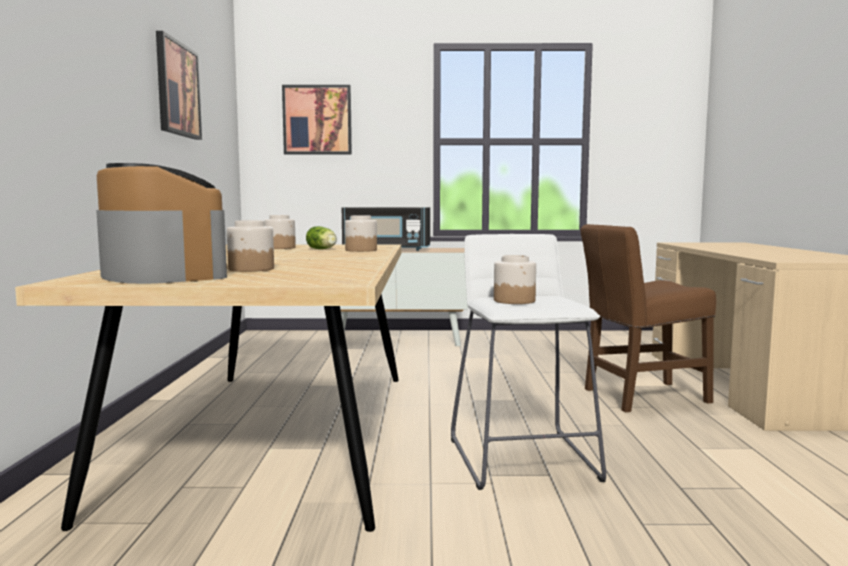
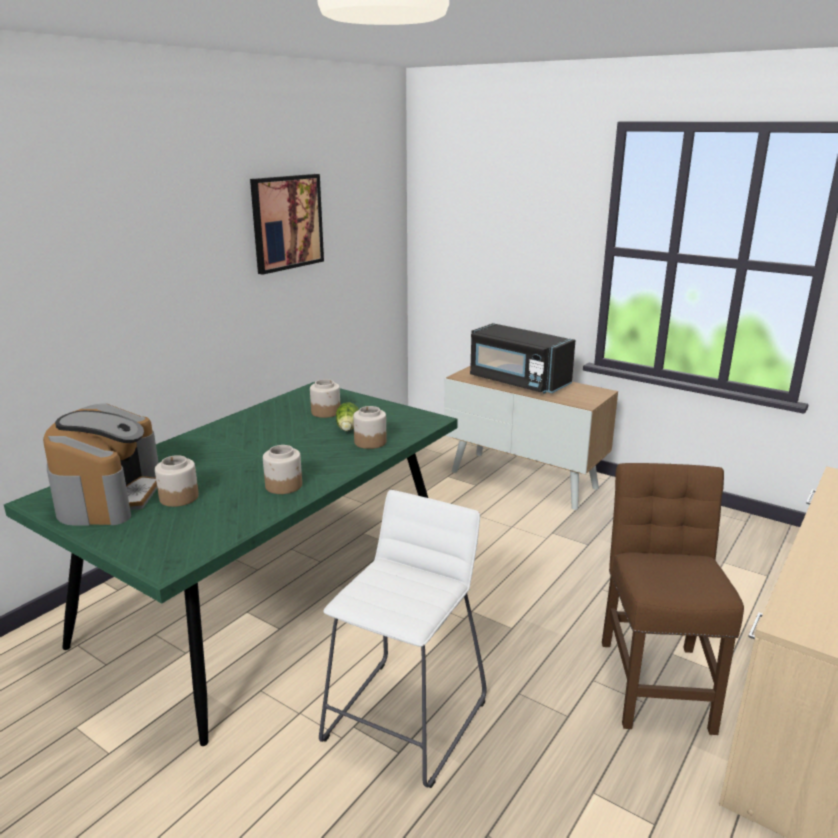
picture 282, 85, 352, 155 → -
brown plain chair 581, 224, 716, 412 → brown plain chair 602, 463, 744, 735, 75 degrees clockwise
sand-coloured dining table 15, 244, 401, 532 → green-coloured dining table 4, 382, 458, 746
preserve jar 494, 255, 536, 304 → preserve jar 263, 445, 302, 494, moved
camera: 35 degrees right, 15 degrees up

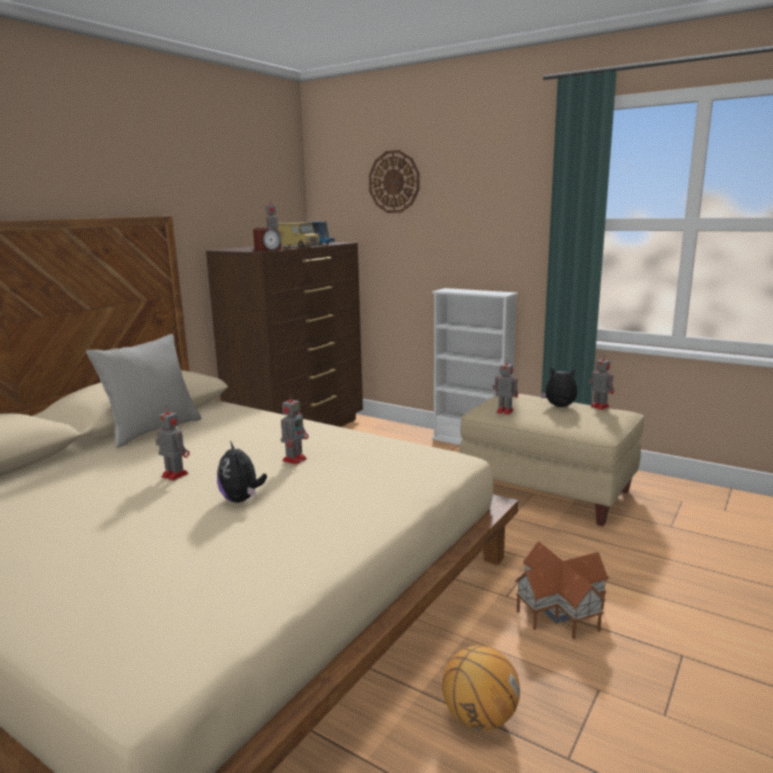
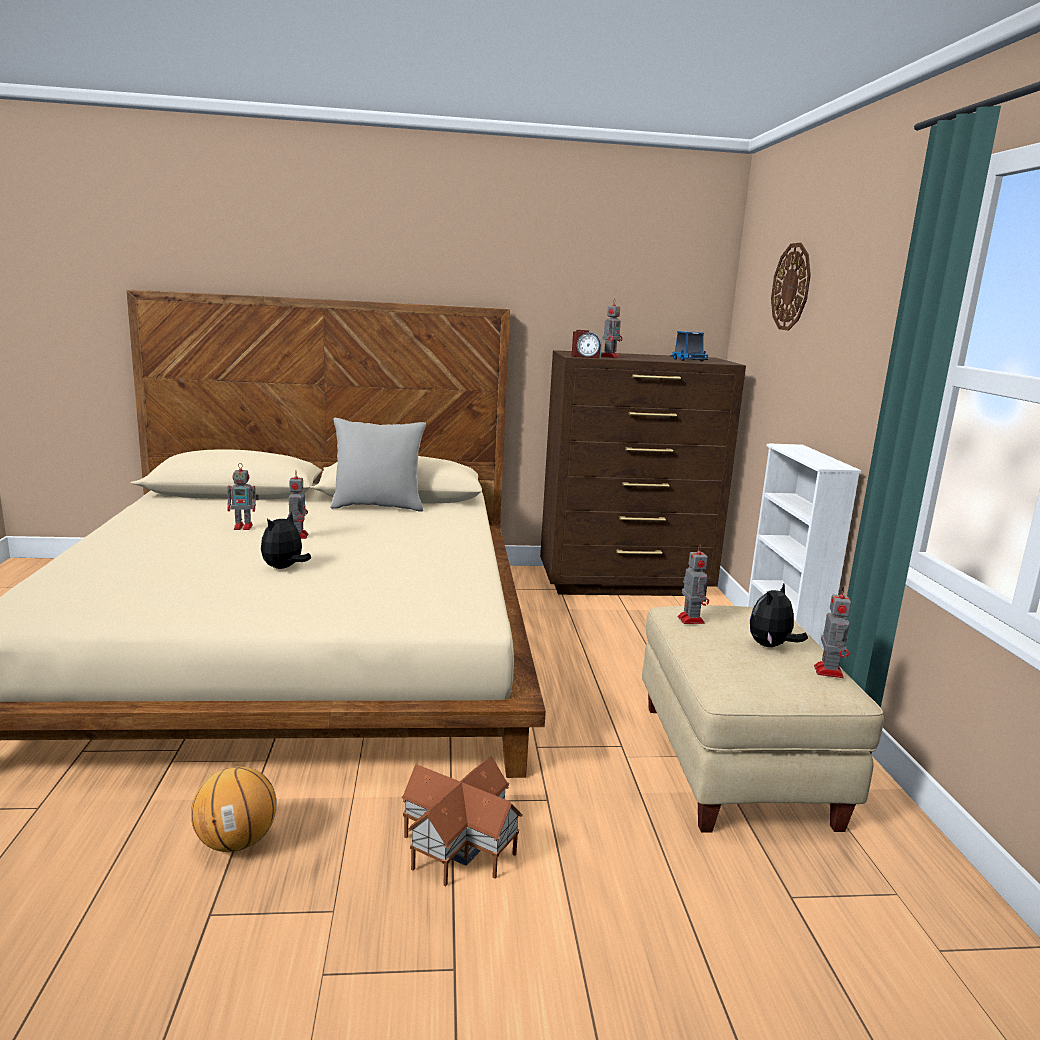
toy lorry 278, 223, 321, 247 → -
soft toy 541, 367, 577, 407 → soft toy 750, 583, 808, 647, 120 degrees counterclockwise
model robot 281, 393, 309, 465 → model robot 227, 463, 259, 530, moved
camera: 50 degrees right, 0 degrees up

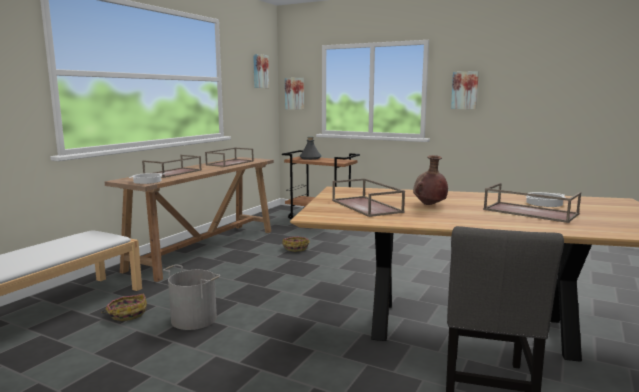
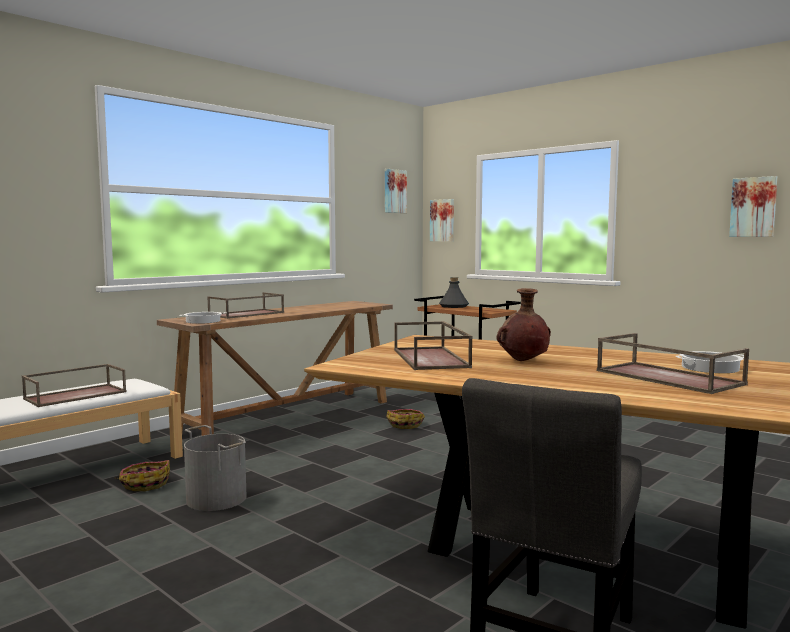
picture 451, 71, 479, 109 → picture 729, 176, 778, 237, moved
brown tray 205, 148, 254, 167 → brown tray 22, 364, 127, 407, moved
camera: 15 degrees right, 5 degrees down

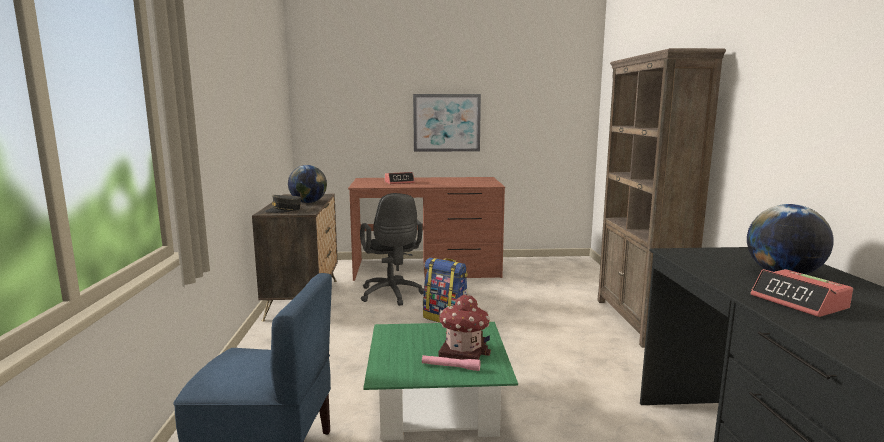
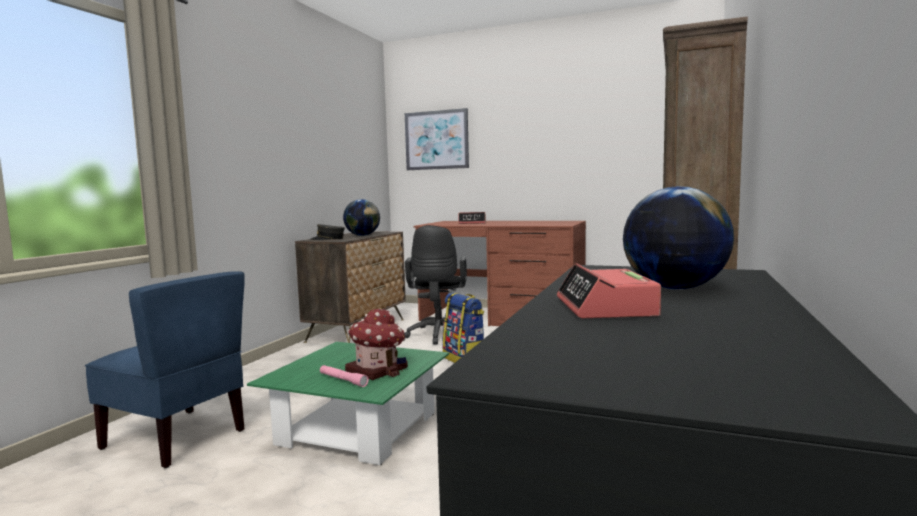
picture 413, 94, 481, 152 → picture 405, 108, 469, 170, moved
camera: 25 degrees right, 5 degrees down

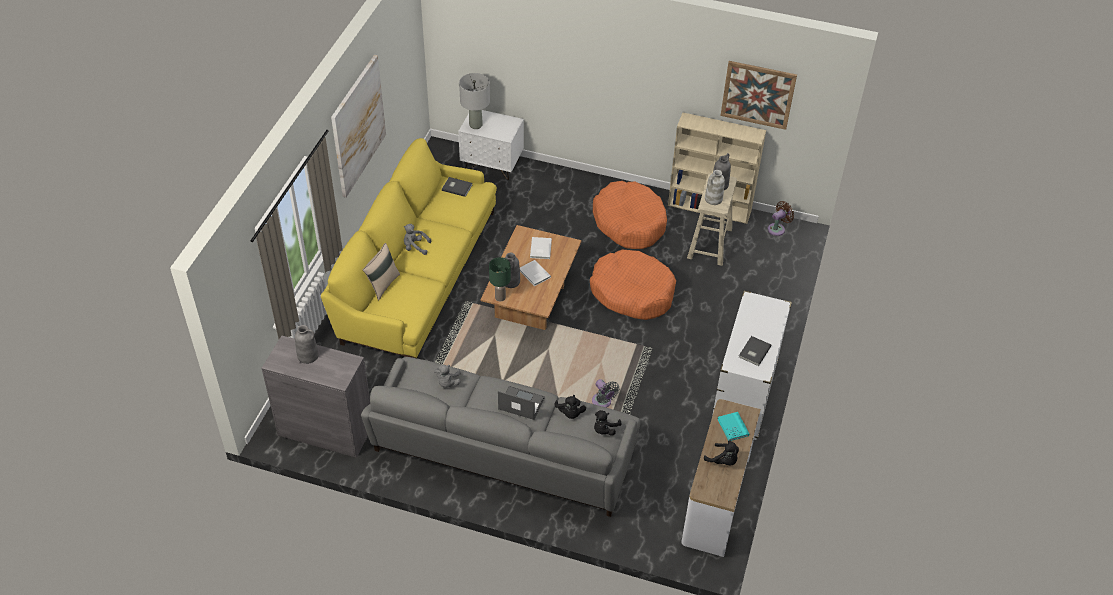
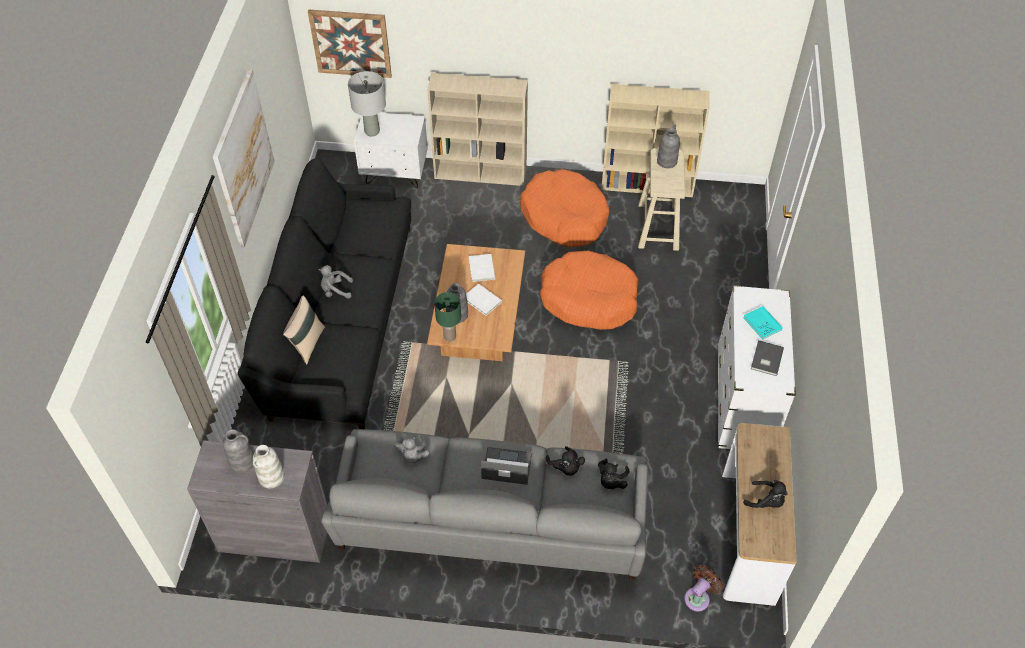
picture 720, 61, 797, 130 → picture 308, 9, 392, 78, moved
yellow-coloured settee 321, 138, 497, 359 → black-coloured settee 238, 158, 411, 429
white decorative vase 705, 170, 725, 205 → white decorative vase 253, 445, 285, 488, moved
greyish volume 442, 177, 472, 197 → -
brown cooling fan 768, 201, 794, 236 → brown cooling fan 684, 565, 723, 612, moved
greyish cooling fan 592, 379, 619, 408 → -
blue-green volume 717, 412, 749, 441 → blue-green volume 743, 306, 783, 340, moved
- → sand-coloured shelving unit 427, 73, 528, 186
camera: 10 degrees left, 5 degrees up

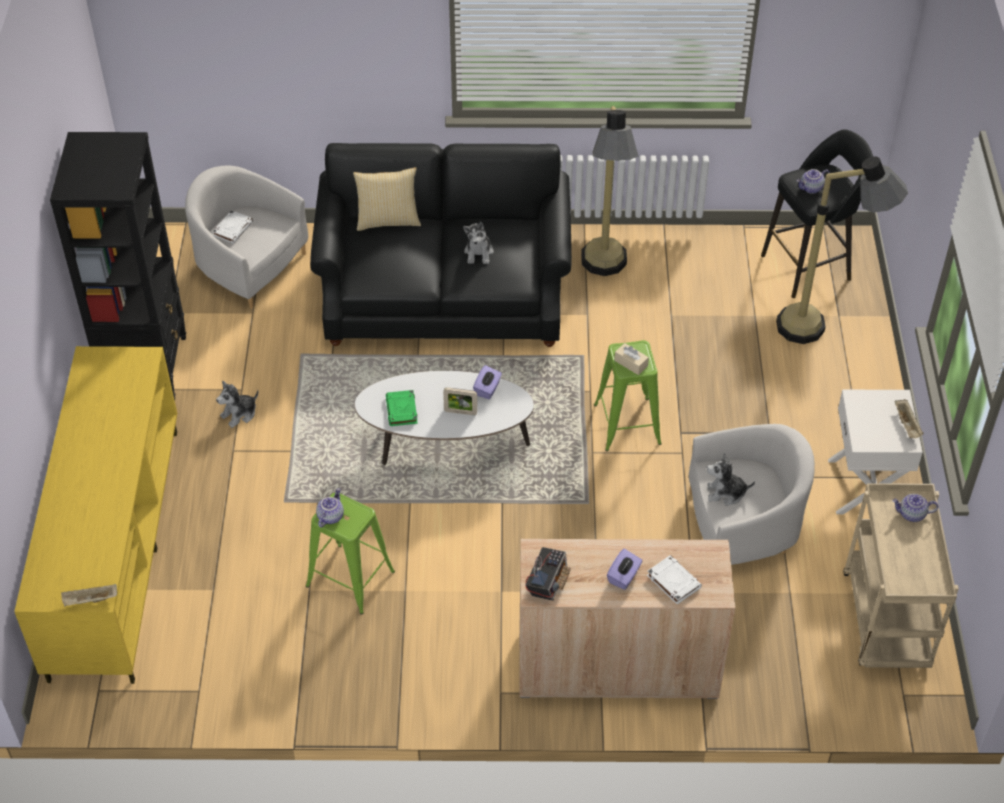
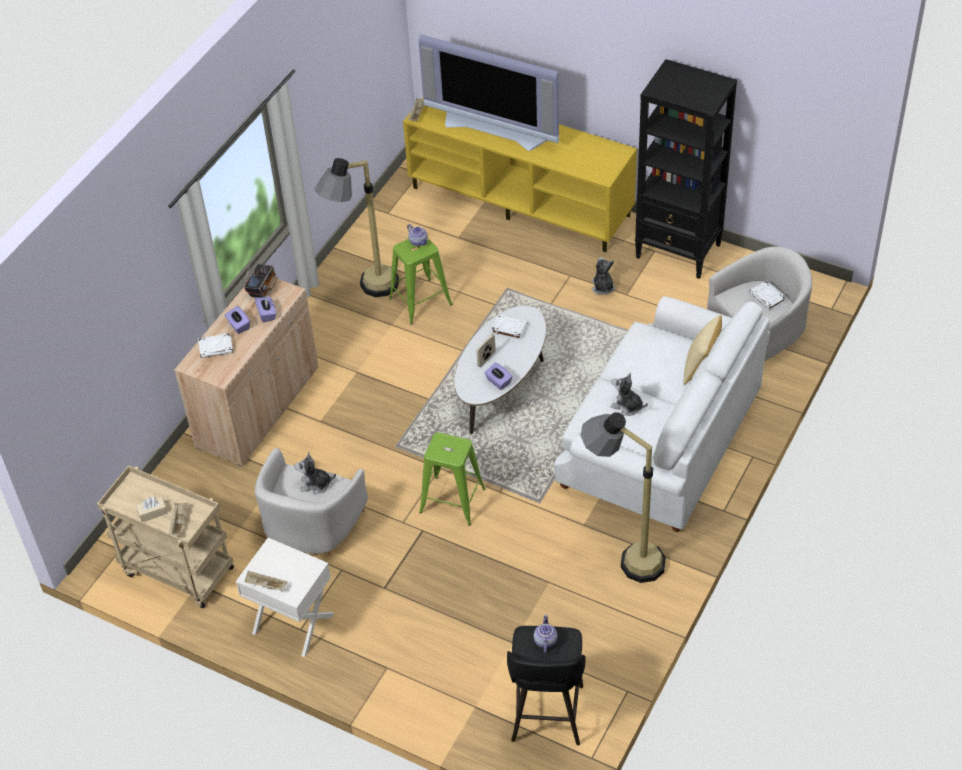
black-coloured settee 310, 143, 572, 347 → white settee 555, 296, 770, 532
floor lamp 776, 156, 908, 344 → floor lamp 314, 158, 399, 297, moved
sand-coloured tissue box 614, 343, 649, 375 → sand-coloured tissue box 136, 497, 168, 522, moved
green-coloured volume 386, 390, 418, 426 → white volume 491, 315, 527, 340
soft toy 707, 452, 755, 506 → soft toy 294, 452, 336, 495, 120 degrees counterclockwise
teapot 892, 494, 938, 522 → sand-coloured tray 169, 503, 188, 537
radio receiver 525, 547, 571, 601 → radio receiver 244, 264, 278, 298, 120 degrees counterclockwise
- → television 419, 34, 559, 151
- → purplish tissue box 255, 297, 276, 323
camera: 120 degrees right, 0 degrees up

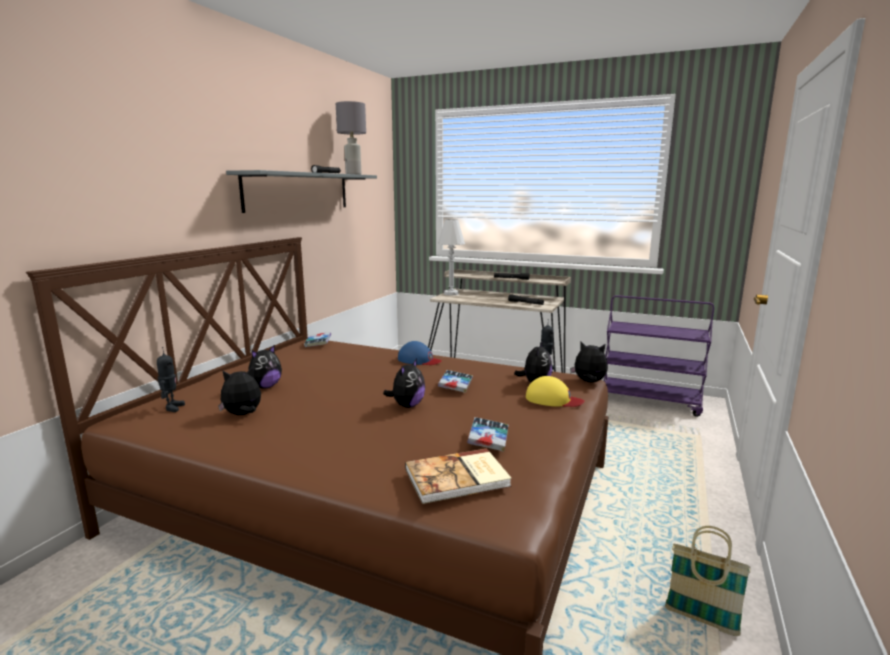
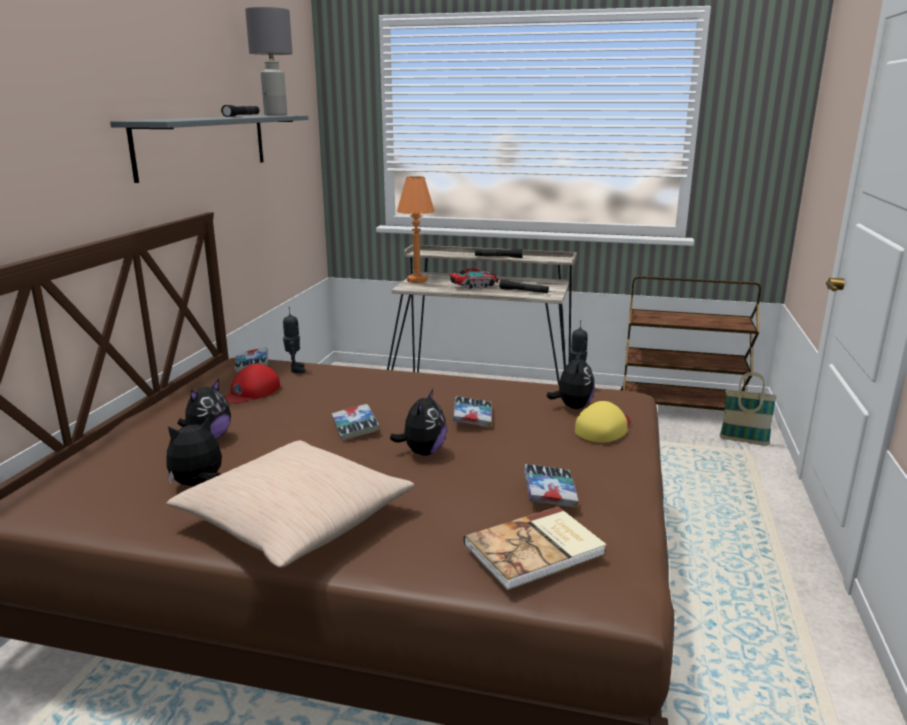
white table lamp 438, 219, 465, 296 → orangey table lamp 397, 176, 435, 283
purplish trolley 604, 295, 714, 417 → brown trolley 620, 276, 761, 411
blue baseball cap 398, 341, 442, 365 → -
soft toy 570, 342, 608, 383 → -
model robot 157, 347, 185, 412 → model robot 283, 307, 305, 373, moved
yellow-coloured baseball cap 526, 376, 584, 407 → yellow-coloured baseball cap 575, 401, 631, 443, 60 degrees counterclockwise
household basket 665, 526, 750, 636 → household basket 720, 372, 777, 446, moved
- → toy lorry 450, 267, 499, 290
- → red-coloured baseball cap 225, 364, 280, 403
- → volume 332, 404, 380, 441
- → sand-coloured pillow 167, 440, 415, 568
camera: 10 degrees left, 5 degrees up

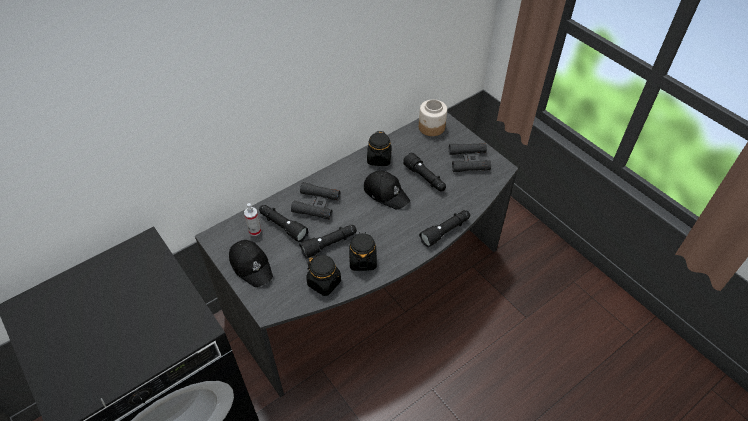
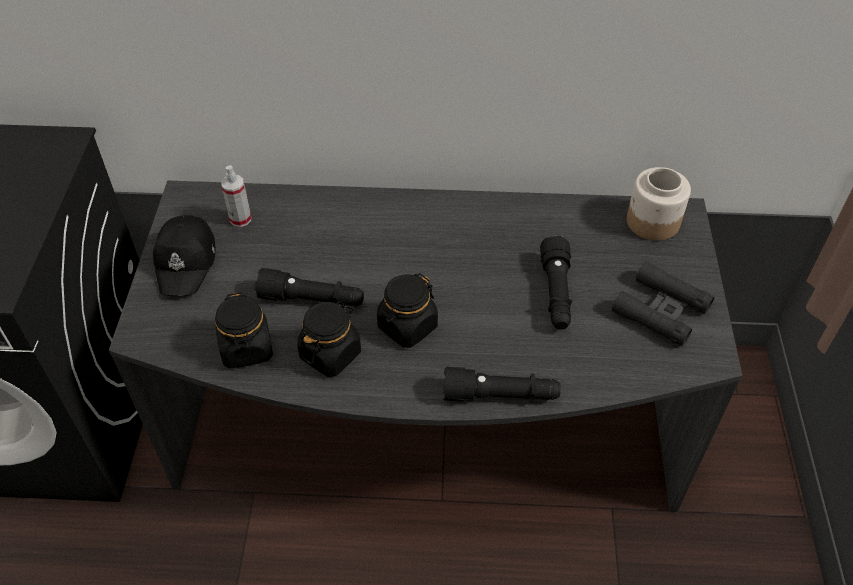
black-coloured preserve jar 367, 131, 392, 166 → black-coloured preserve jar 377, 273, 438, 348, moved
black-coloured baseball cap 364, 171, 410, 210 → -
black-coloured pair of binoculars 291, 182, 340, 220 → -
black-coloured flashlight 259, 205, 308, 242 → -
camera: 40 degrees right, 0 degrees up

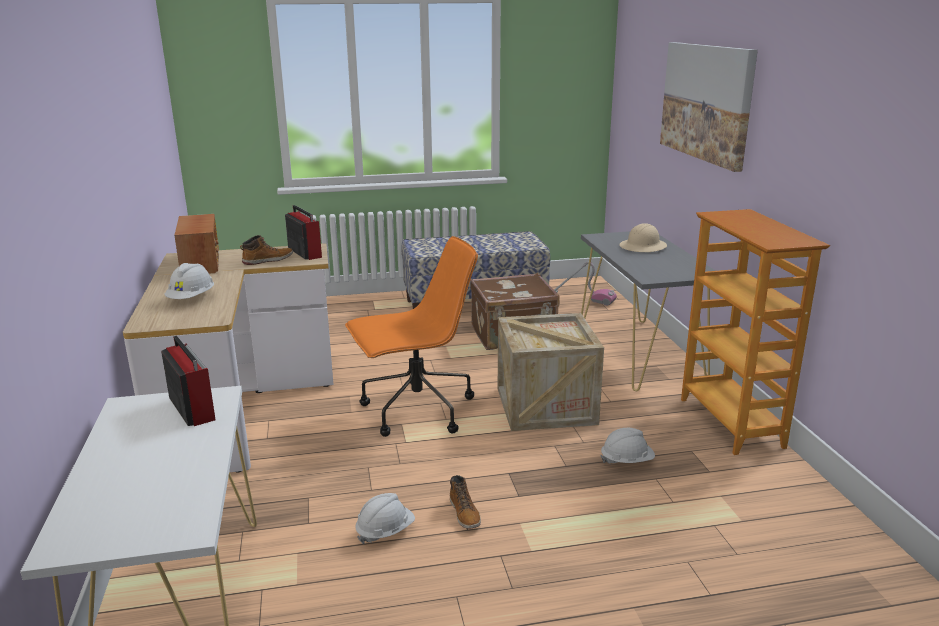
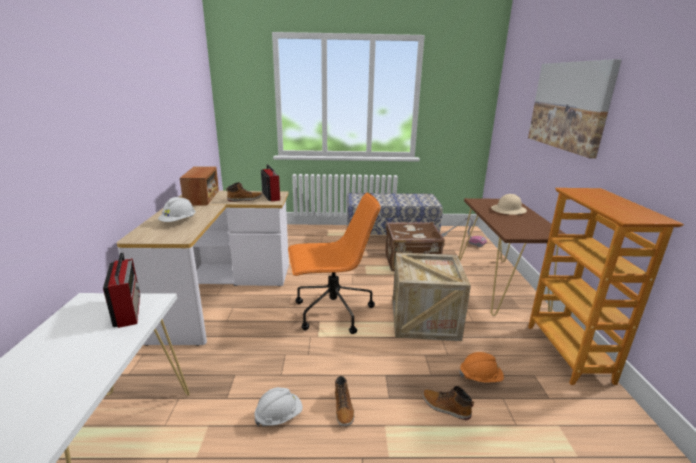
greyish hall table 581, 231, 716, 391 → brown hall table 458, 198, 565, 316
white hard hat 600, 428, 655, 464 → orangey hard hat 459, 352, 504, 382
- → boot 423, 386, 474, 420
camera: 10 degrees right, 0 degrees up

